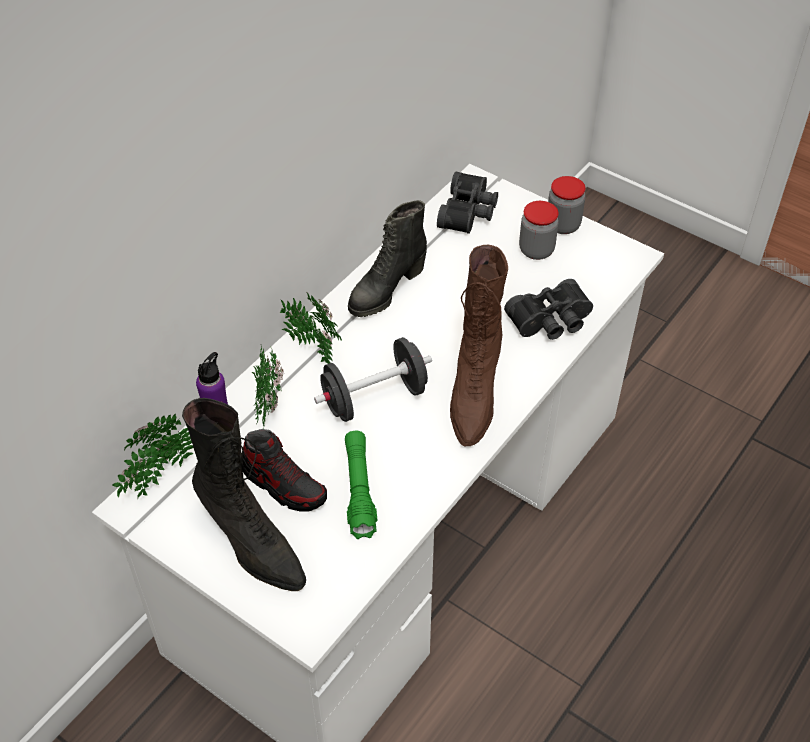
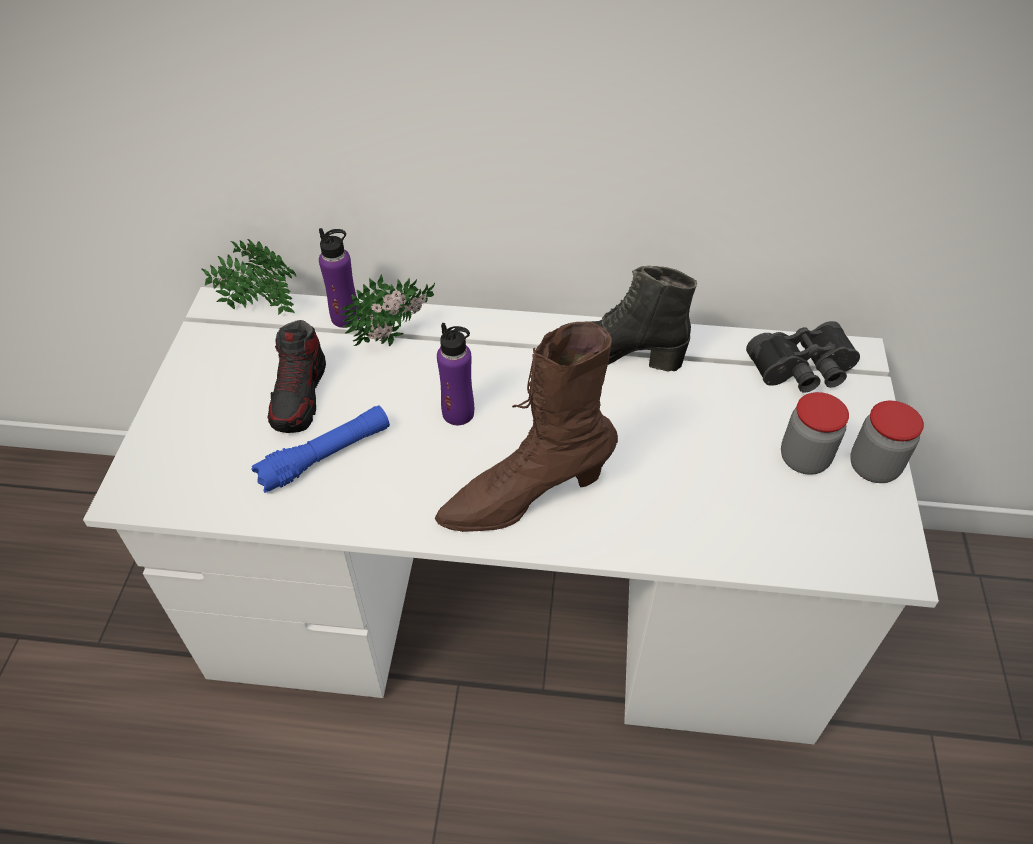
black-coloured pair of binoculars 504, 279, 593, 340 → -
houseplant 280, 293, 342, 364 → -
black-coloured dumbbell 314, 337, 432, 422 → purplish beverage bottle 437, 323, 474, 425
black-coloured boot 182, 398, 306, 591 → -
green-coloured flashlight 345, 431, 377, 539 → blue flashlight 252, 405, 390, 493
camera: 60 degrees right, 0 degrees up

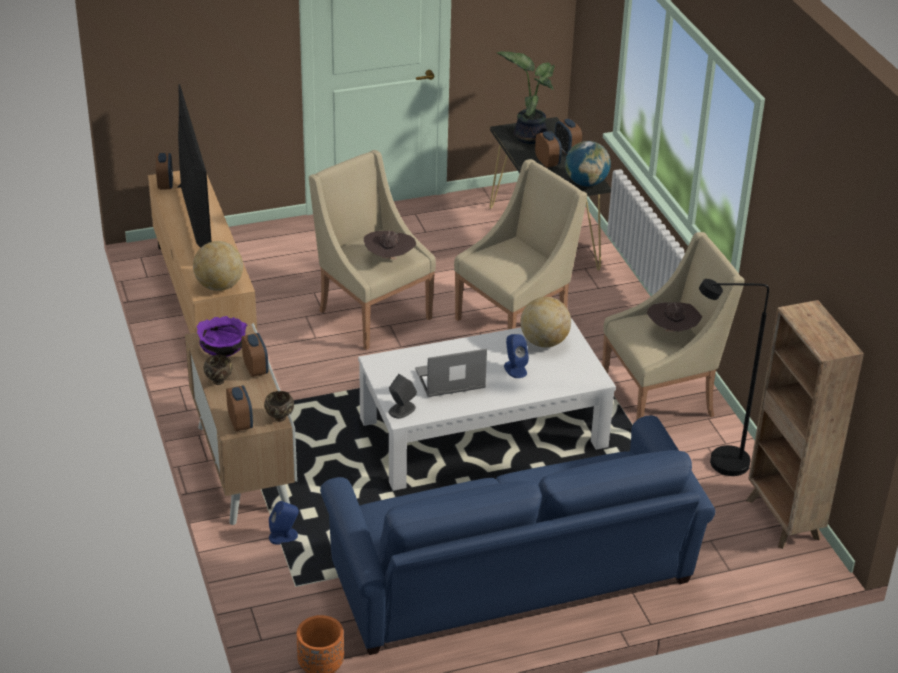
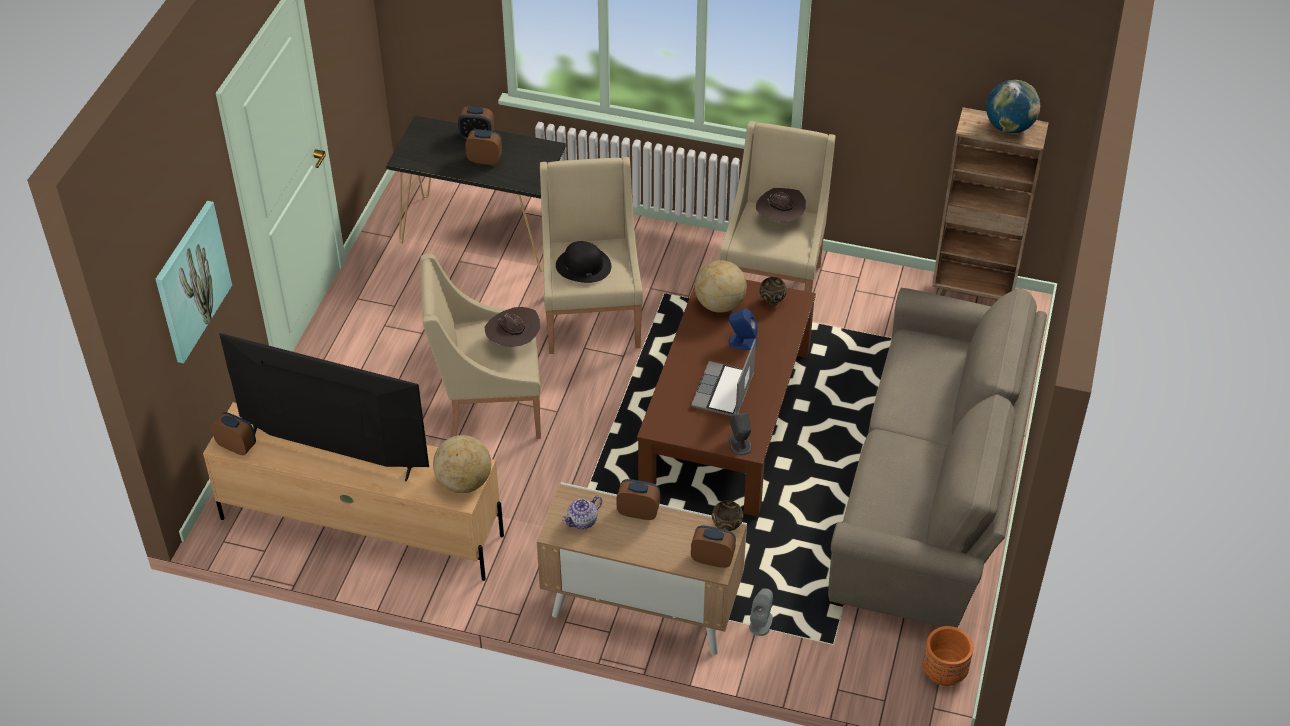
houseplant 497, 51, 555, 144 → -
world globe 565, 141, 611, 186 → world globe 986, 80, 1040, 133, moved
black-coloured floor lamp 699, 279, 769, 476 → -
purplish serving bowl 197, 316, 247, 357 → teapot 562, 496, 602, 529
white low table 358, 318, 616, 491 → brown low table 637, 280, 816, 517
brown serving bowl 203, 355, 232, 385 → brown serving bowl 759, 277, 787, 306, moved
blue settee 320, 415, 716, 655 → sand-coloured settee 828, 288, 1047, 628
blue loudspeaker 269, 501, 299, 545 → greyish loudspeaker 749, 588, 773, 636
- → picture 156, 201, 232, 363
- → black-coloured wearable hat 556, 241, 611, 283
camera: 55 degrees left, 10 degrees up

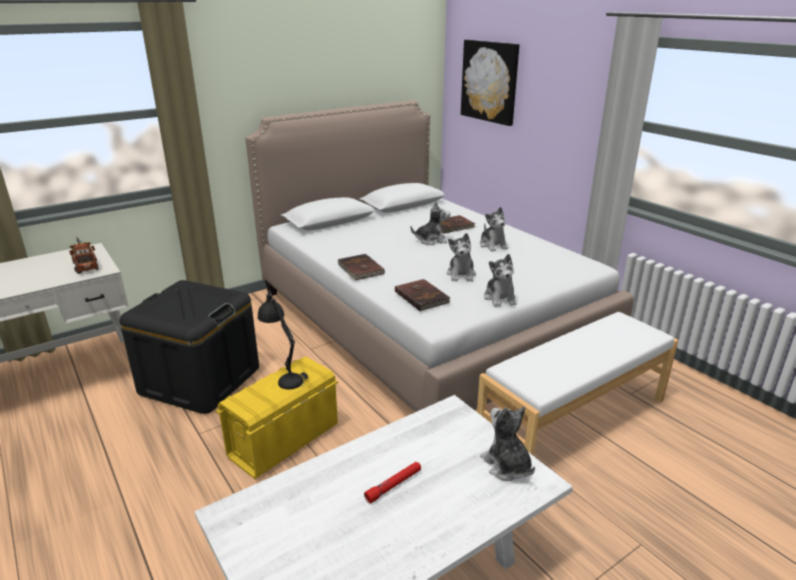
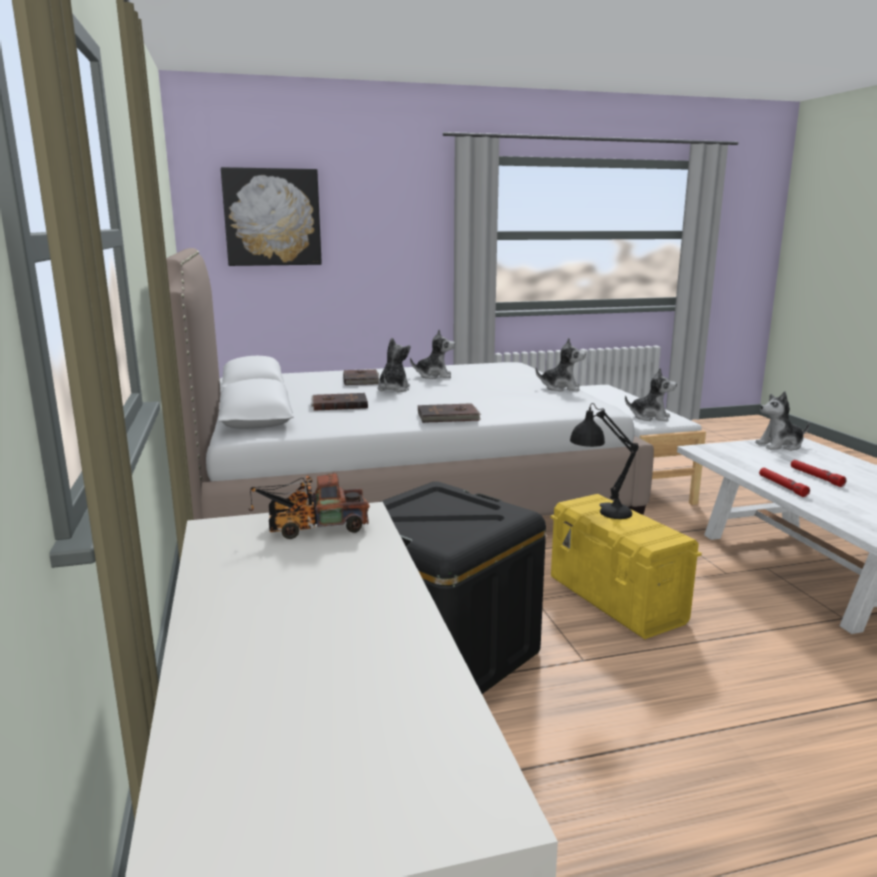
soft toy 447, 233, 476, 282 → soft toy 625, 368, 677, 422, moved
brown volume 395, 279, 451, 311 → brown volume 311, 393, 368, 411, moved
- → red-coloured flashlight 759, 468, 810, 497
camera: 70 degrees left, 10 degrees down

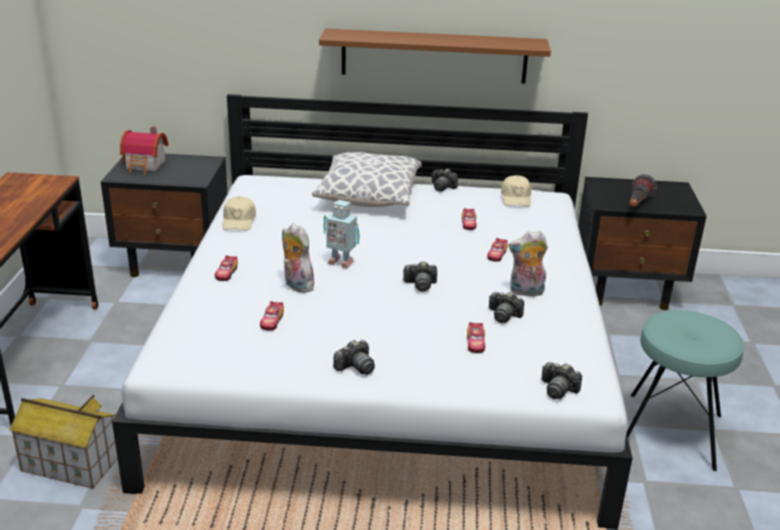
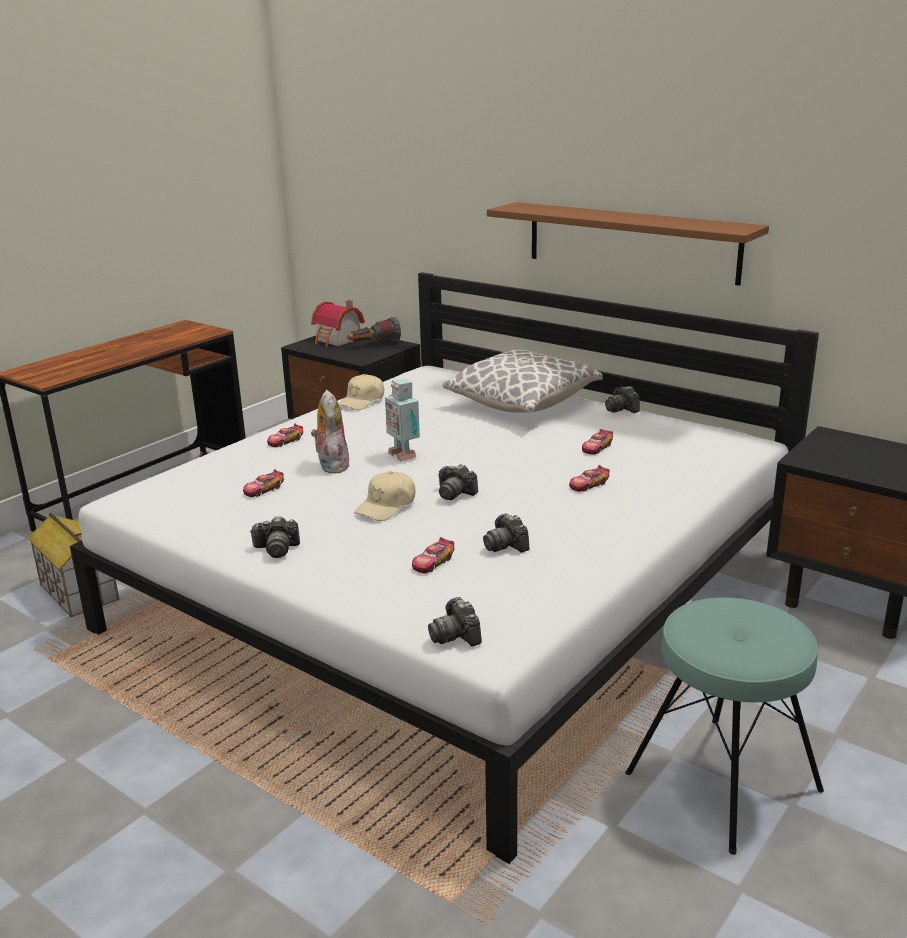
flashlight 629, 174, 657, 206 → flashlight 347, 317, 401, 342, moved
sand-coloured baseball cap 501, 175, 531, 207 → sand-coloured baseball cap 354, 471, 416, 521, moved
soft toy 508, 231, 548, 296 → -
camera: 35 degrees right, 5 degrees down

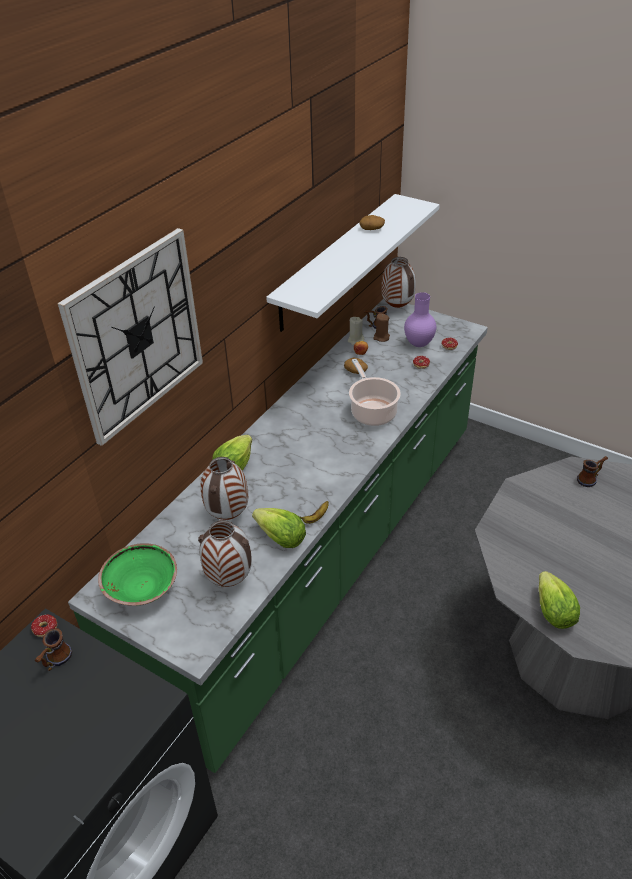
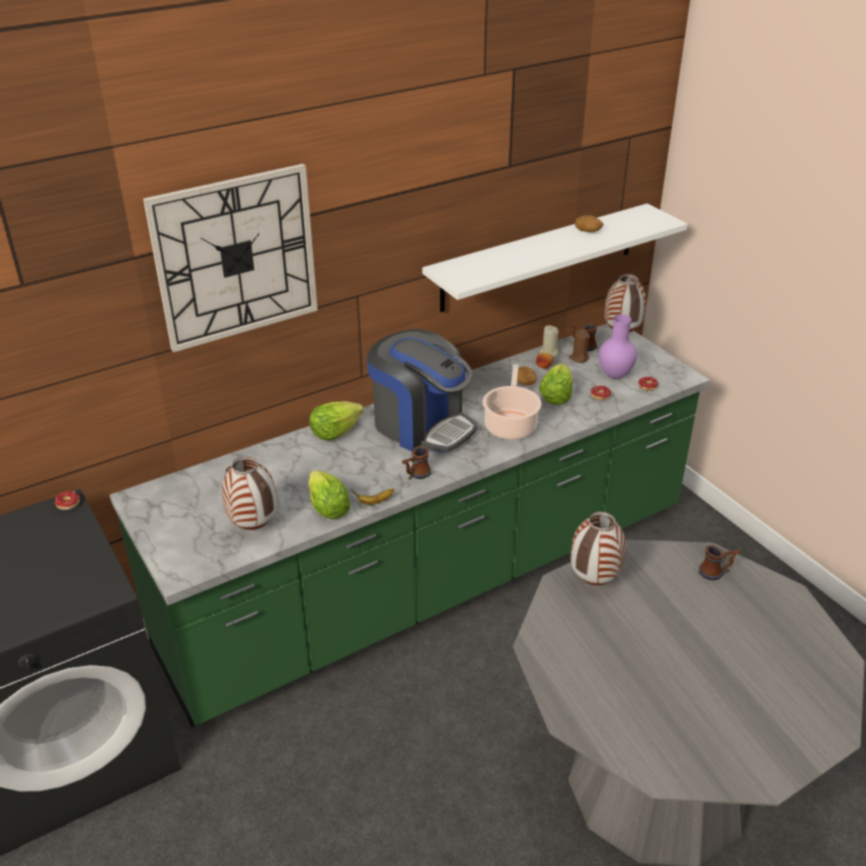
decorative vase 201, 457, 248, 520 → decorative vase 571, 512, 626, 585, moved
green-coloured serving bowl 98, 543, 177, 606 → -
lettuce head 539, 571, 580, 629 → lettuce head 539, 364, 573, 405, moved
mug 35, 628, 72, 671 → mug 402, 445, 431, 479, moved
- → coffee machine 367, 329, 477, 453
camera: 25 degrees right, 5 degrees down

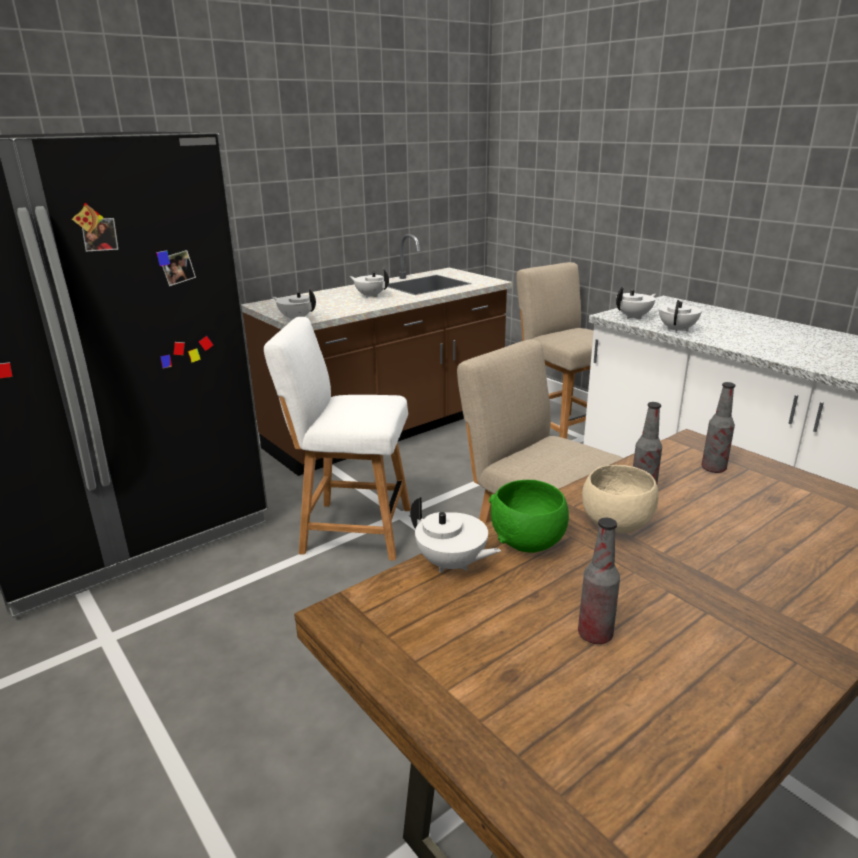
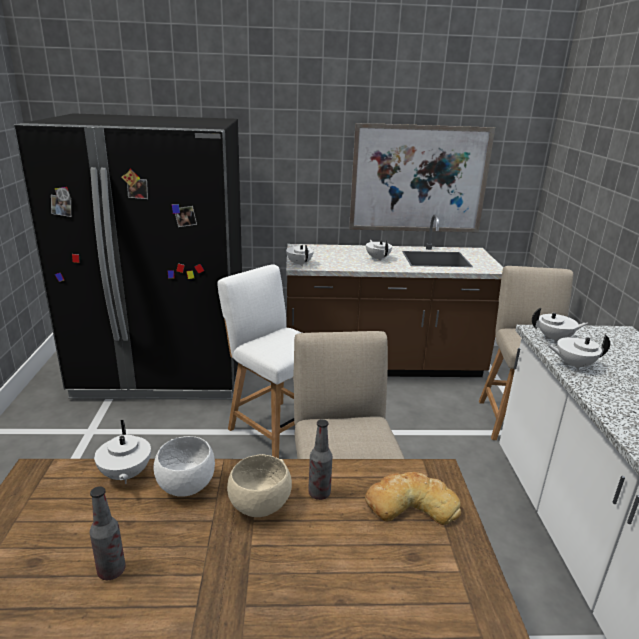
white teapot 659, 300, 702, 333 → white teapot 547, 334, 610, 370, 150 degrees counterclockwise
beverage bottle 702, 382, 735, 473 → bread 365, 472, 461, 525
green-coloured serving bowl 489, 480, 569, 553 → white serving bowl 153, 436, 215, 497
- → picture 349, 123, 495, 233
camera: 35 degrees right, 0 degrees up

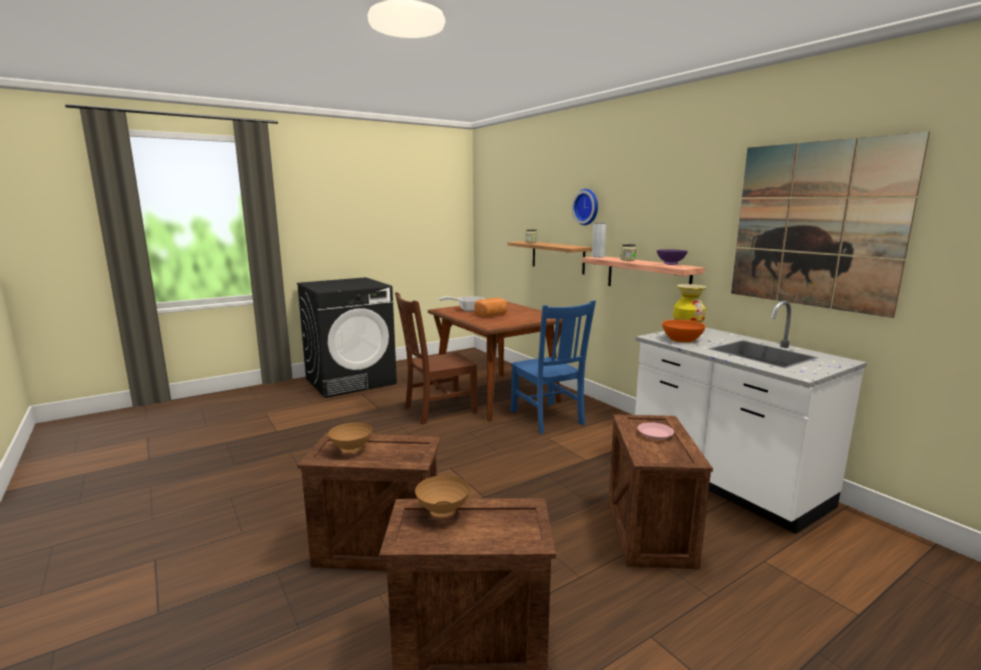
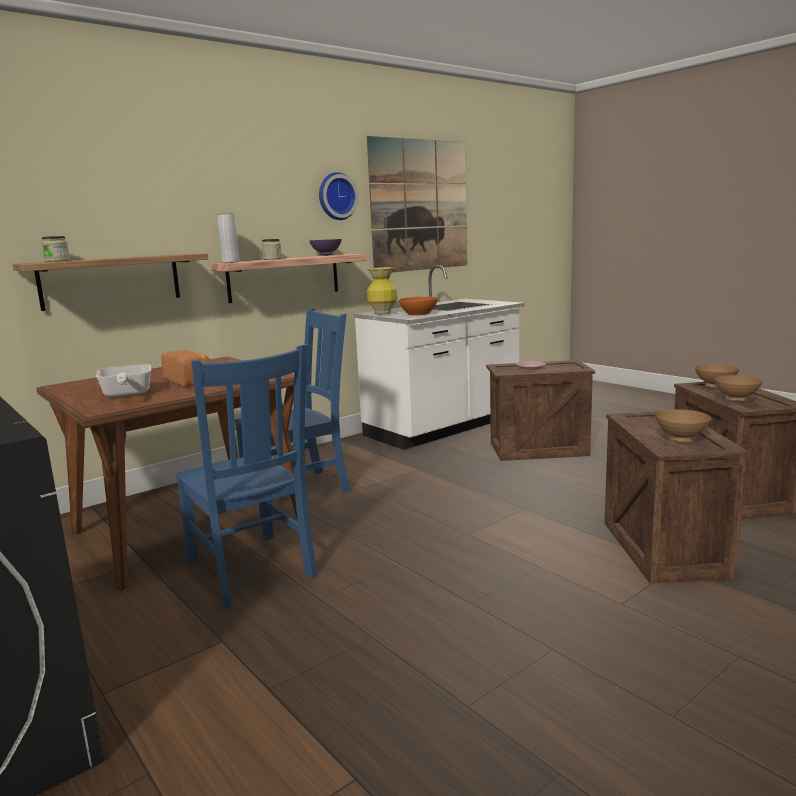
hanging clock 572, 189, 598, 225 → hanging clock 319, 172, 358, 220, moved
brown plain chair 395, 292, 477, 425 → blue plain chair 175, 344, 318, 609
- → brown serving bowl 695, 364, 739, 388
camera: 95 degrees left, 0 degrees up

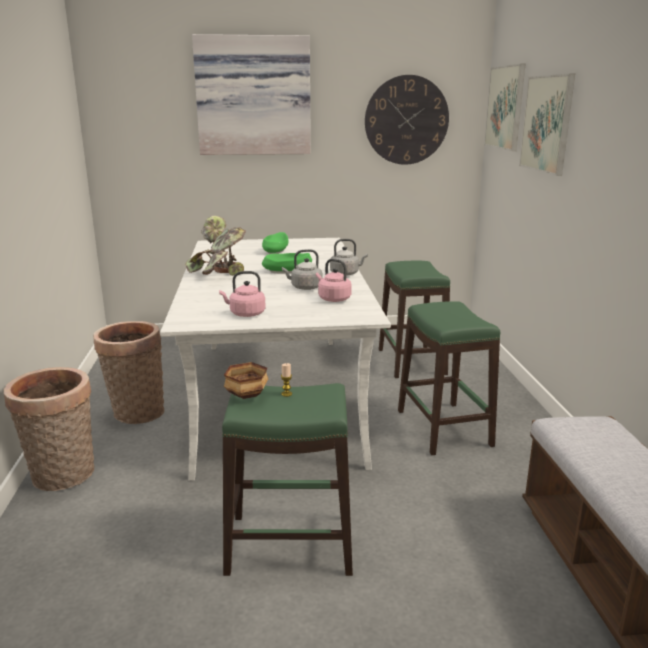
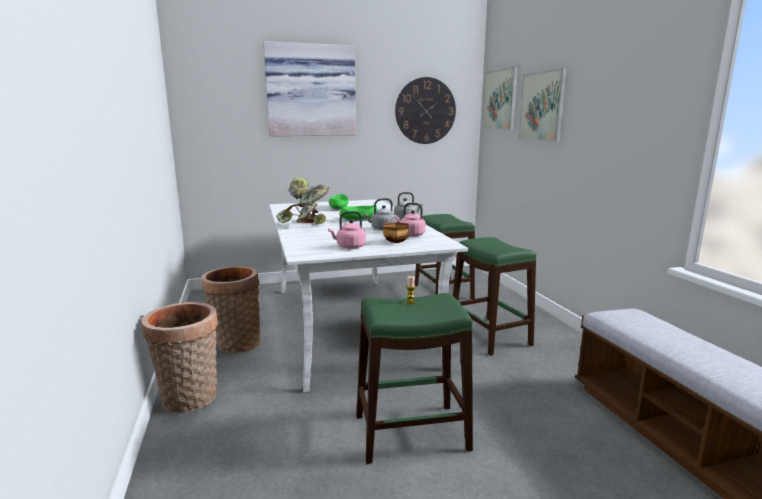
serving bowl 224, 362, 268, 399 → serving bowl 383, 222, 409, 243, moved
camera: 10 degrees left, 5 degrees down

